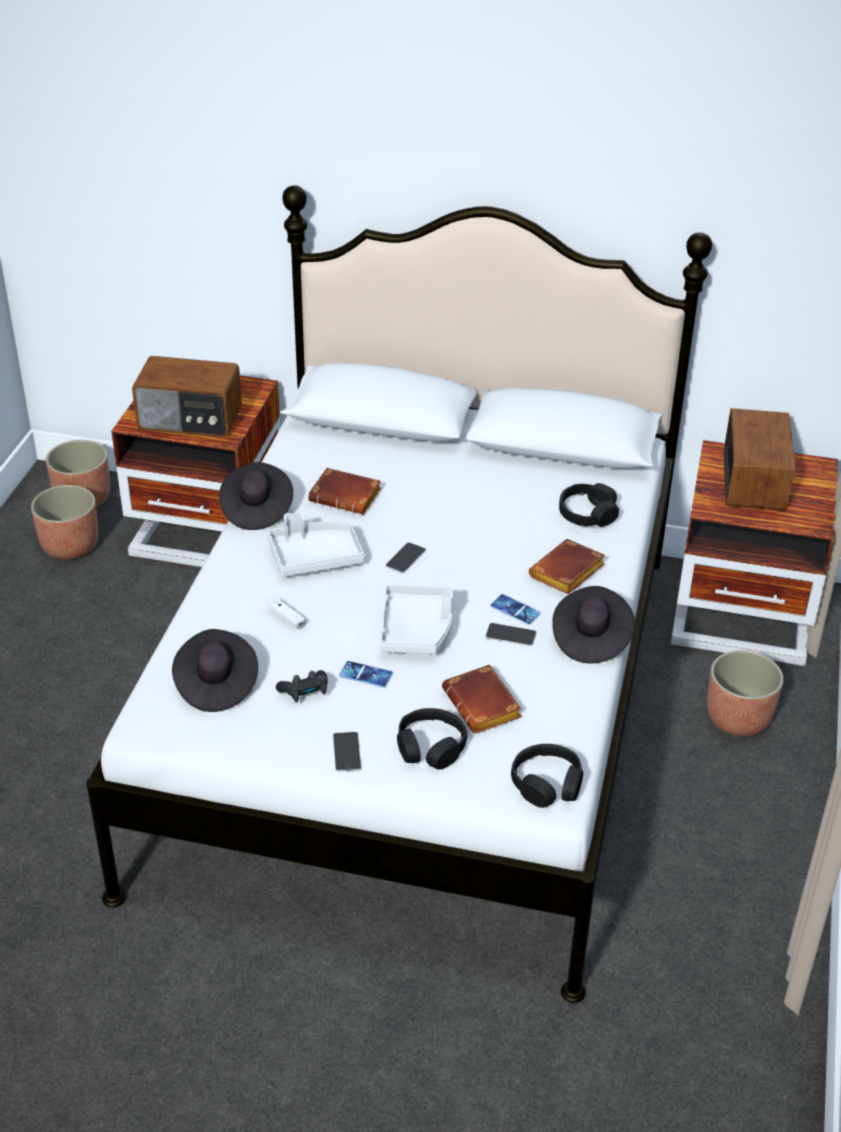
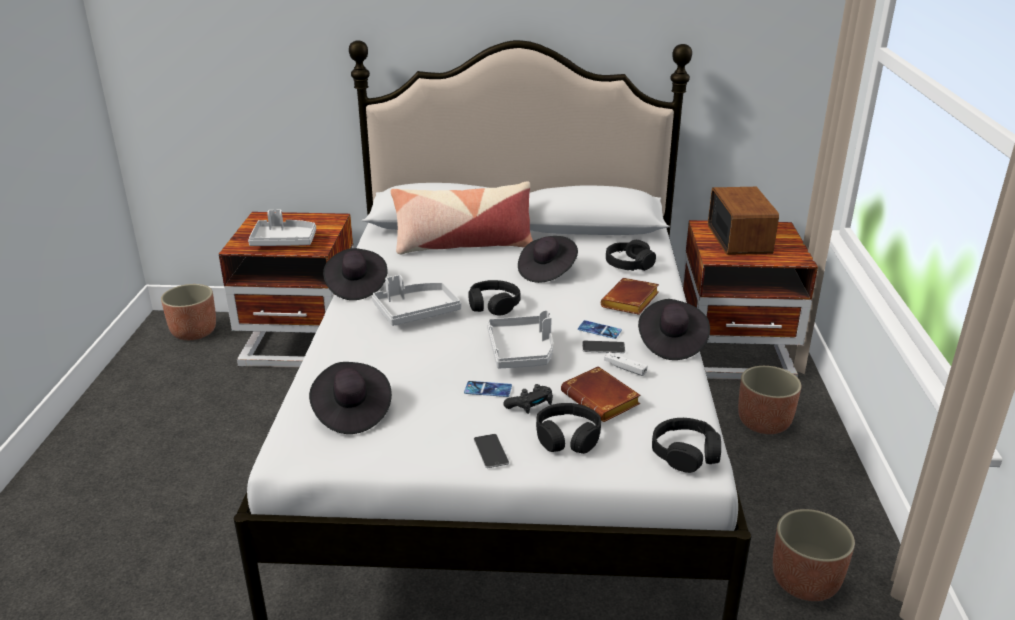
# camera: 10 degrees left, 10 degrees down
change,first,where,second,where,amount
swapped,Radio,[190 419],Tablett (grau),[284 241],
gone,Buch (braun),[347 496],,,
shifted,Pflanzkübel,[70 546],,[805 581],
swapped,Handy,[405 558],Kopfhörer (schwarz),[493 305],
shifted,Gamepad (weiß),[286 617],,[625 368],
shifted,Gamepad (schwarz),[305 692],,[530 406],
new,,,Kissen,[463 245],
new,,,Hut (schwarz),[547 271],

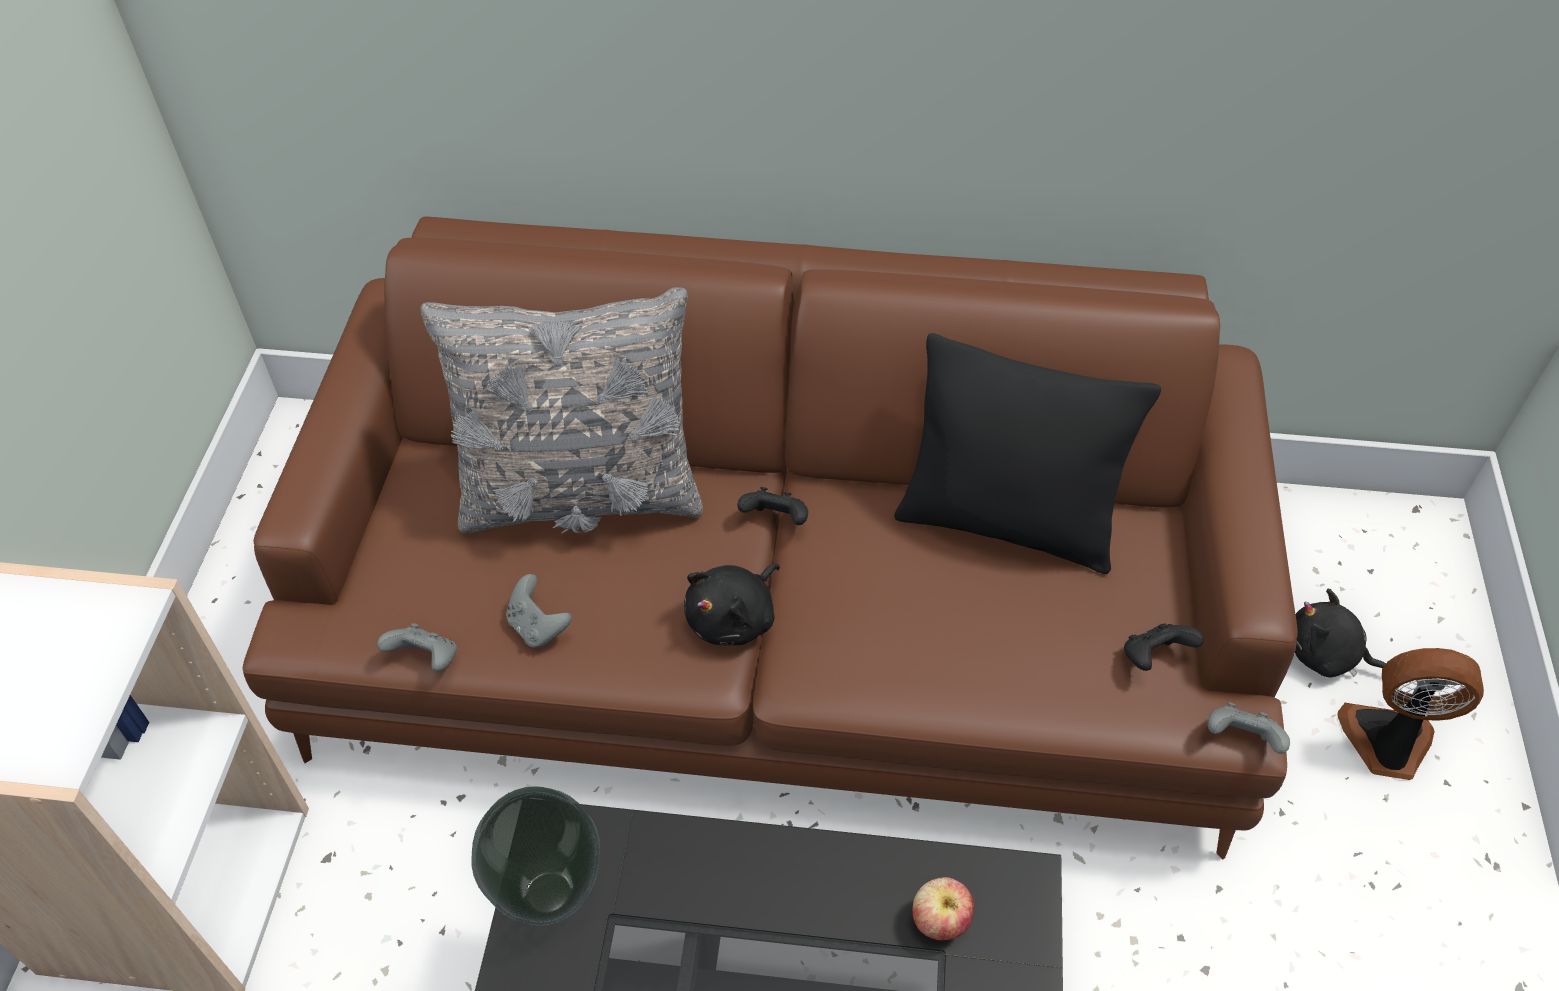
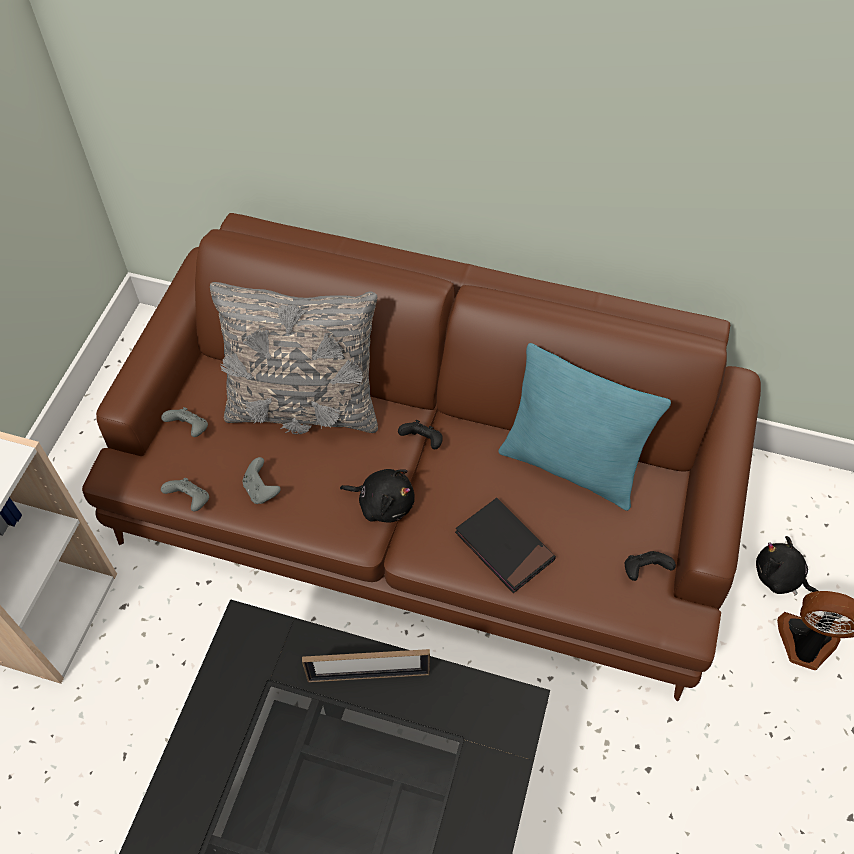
# camera: 10 degrees right, 5 degrees up
change,first,where,second,where,amount
repainted,Kissen (schwarz),[1006 523],Kissen (türkis),[570 466],
rotated,Plüschtier (schwarz),[734 618],,[383 503],120 degrees counterclockwise
shifted,Gamepad (grau),[1241 739],,[190 429],
gone,Vase,[547 892],,,
gone,Apfel,[940 921],,,
new,,,Buch (schwarz),[504 547],
new,,,Bilderrahmen,[368 676],

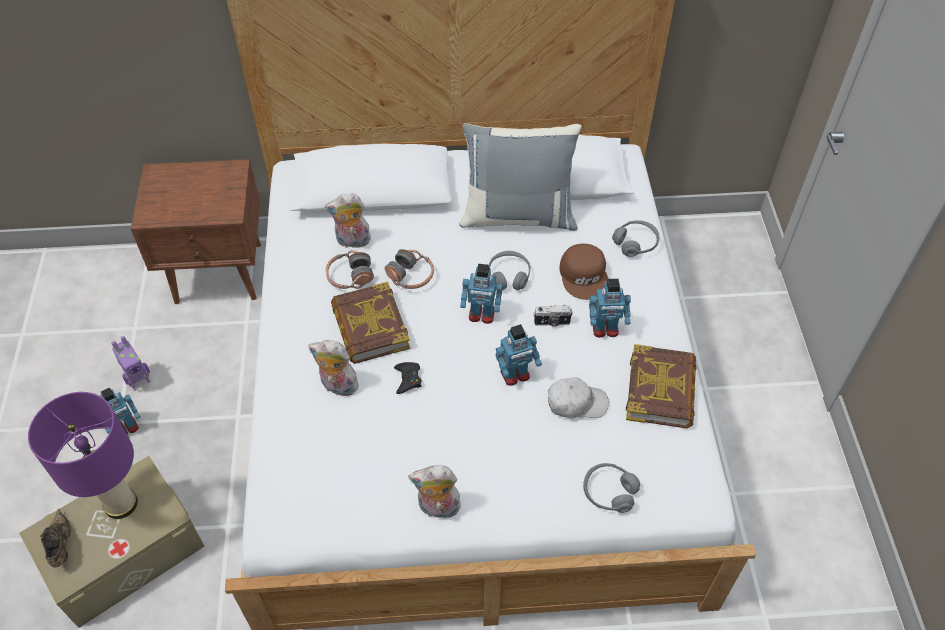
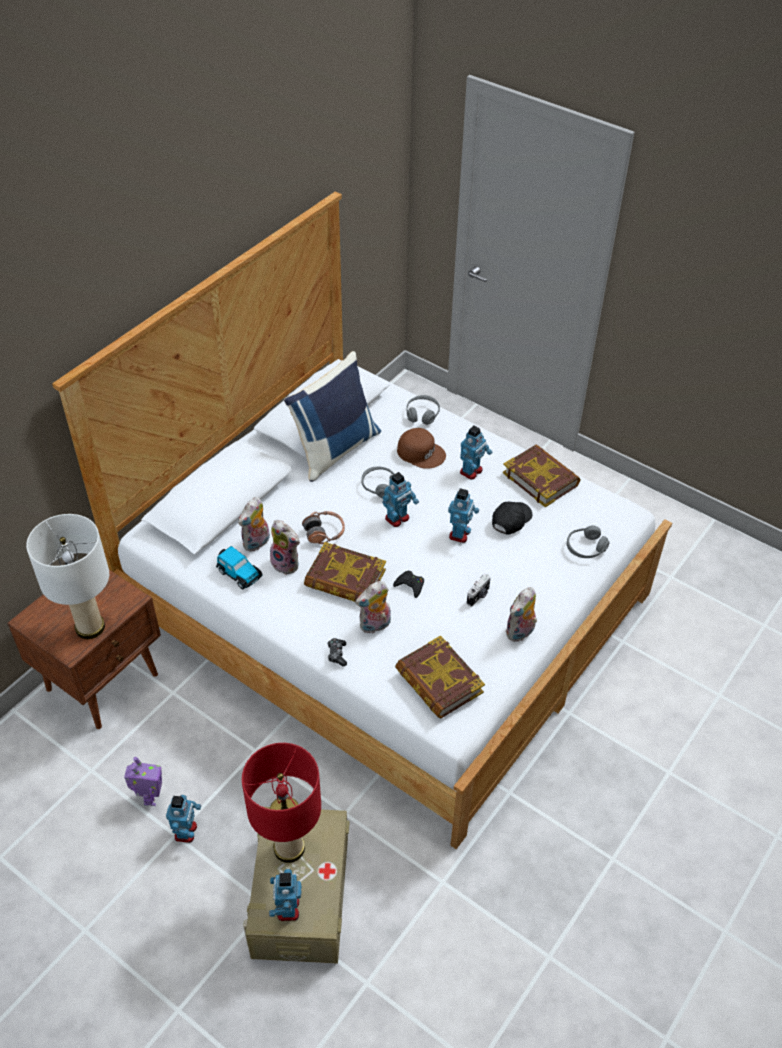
# camera: 50 degrees left, 5 degrees down
change,first,where,second,where,amount
repainted,Kissen (grau),[518 215],Kissen (blau),[335 449],
swapped,Kopfhörer,[350 276],Plüschtier,[287 563],
shifted,Kamera,[552 323],,[478 596],
repainted,Kappe (weiß),[576 403],Kappe (schwarz),[511 520],
repainted,Tischlampe (lila),[121 504],Tischlampe (rot),[289 848],
swapped,Schuh (braun),[61 545],Spielzeugroboter,[287 908],
new,,,Tischlampe (weiß),[90 627],
new,,,Spielzeugauto,[239 573],
new,,,Buch,[438 682],
new,,,Gamepad,[337 654],

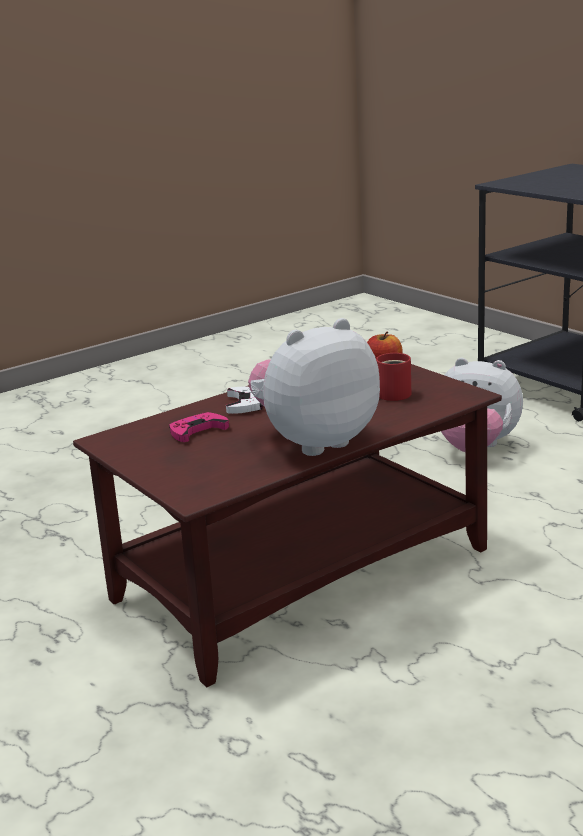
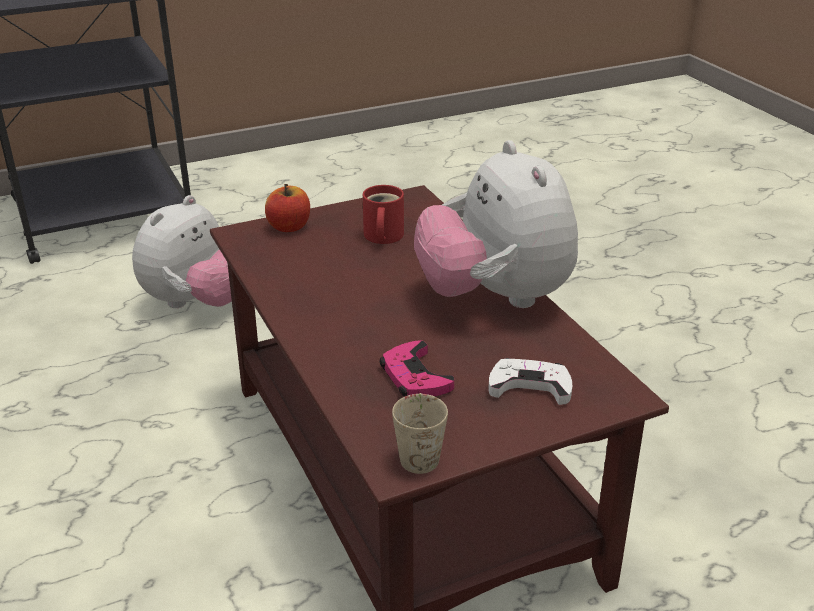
# camera: 80 degrees left, 10 degrees up
change,first,where,second,where,amount
shifted,Gamepad (weiß),[245 404],,[530 386],
new,,,Henkelbecher (beige),[419 451],

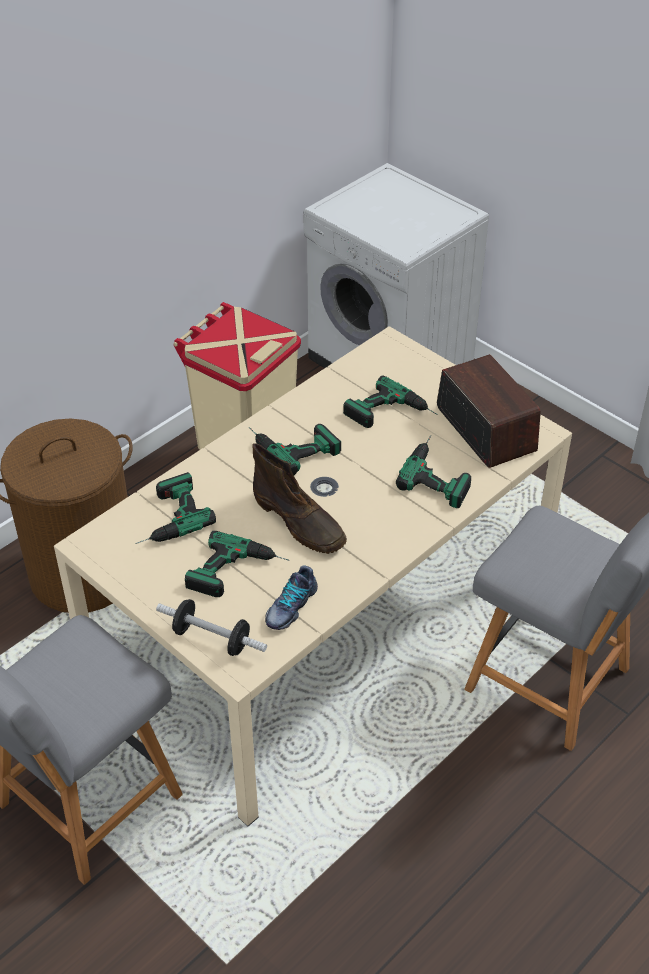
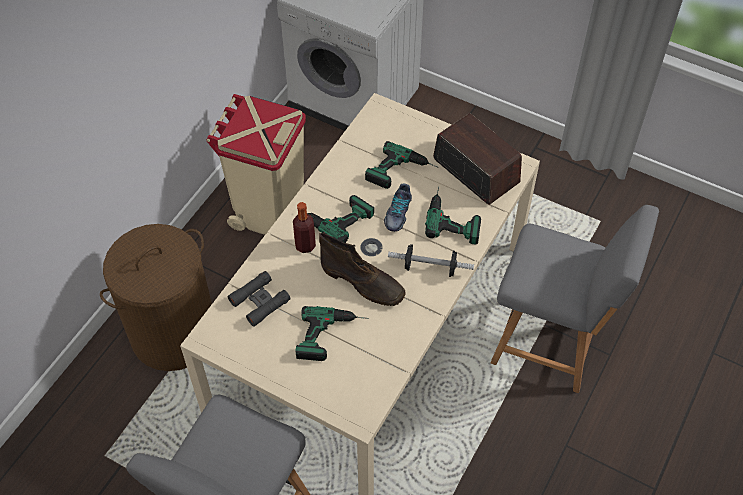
# camera: 15 degrees left, 10 degrees up
change,first,where,second,where,amount
swapped,Bohrmaschine,[166 518],Fernglas (schwarz),[259 301],
shifted,Schuh,[290 606],,[397 213],
shifted,Hantel,[212 639],,[430 268],
new,,,Flasche,[305 245],

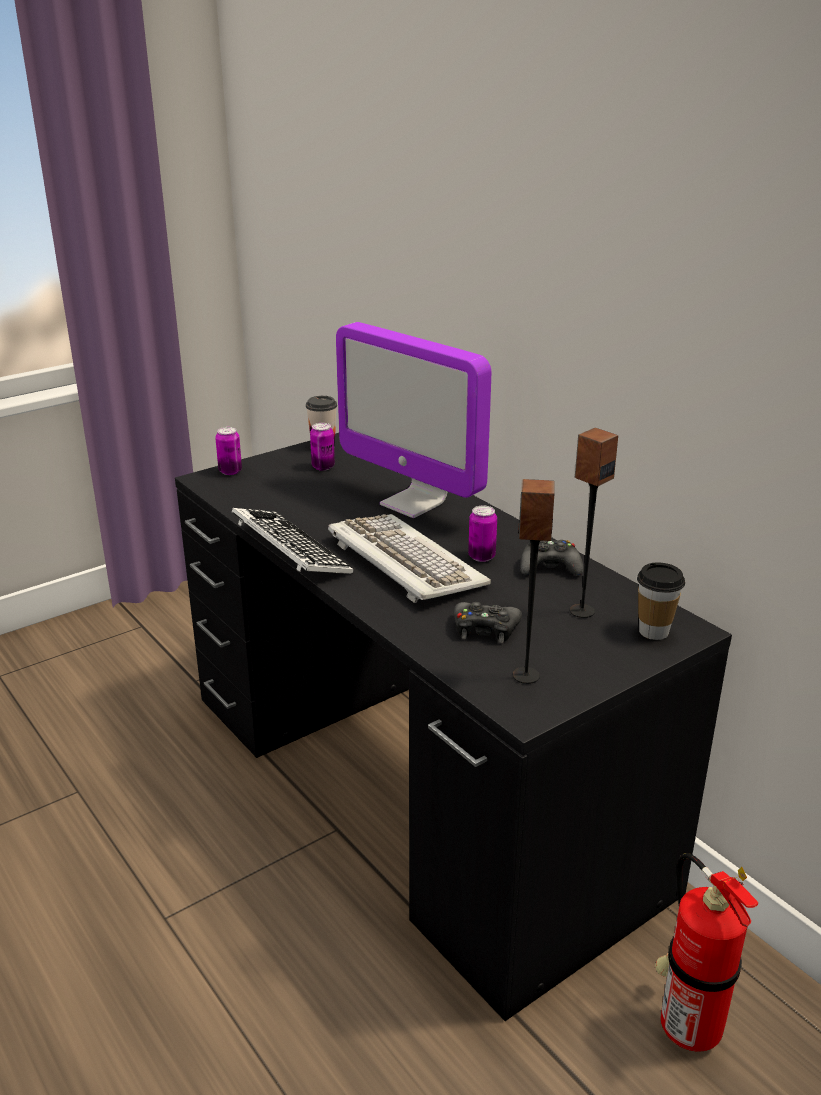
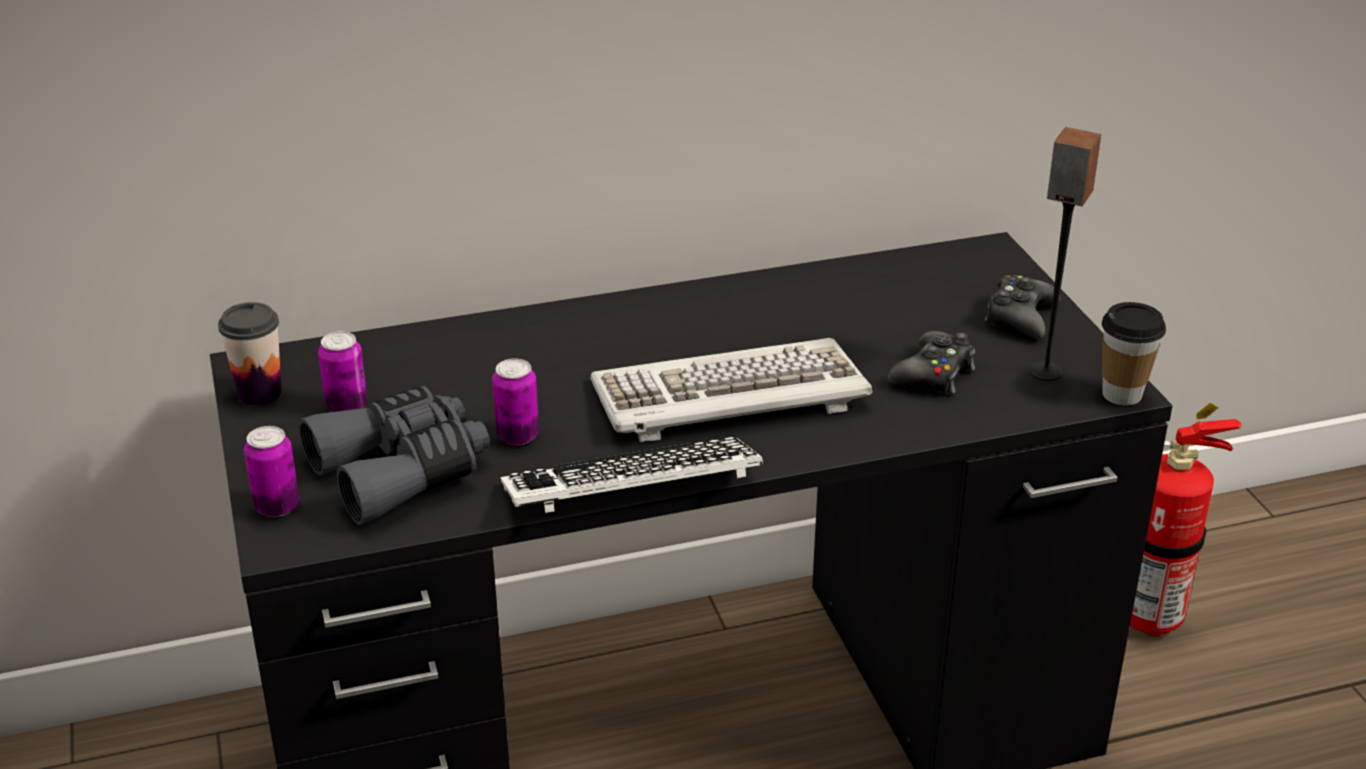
# camera: 70 degrees left, 5 degrees up
change,first,where,second,where,amount
gone,Monitor,[413 503],,,
gone,Lautsprecher,[581 611],,,
shifted,Dose,[481 556],,[517 436],
shifted,Gamepad (schwarz),[550 567],,[1020 317],
shifted,Tasse,[654 631],,[1122 394],
new,,,Fernglas (grau),[402 471],

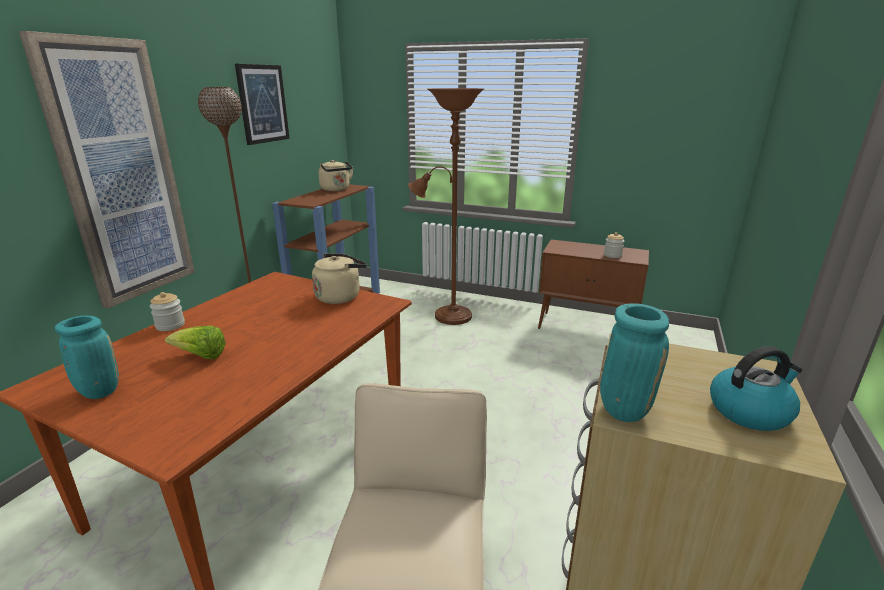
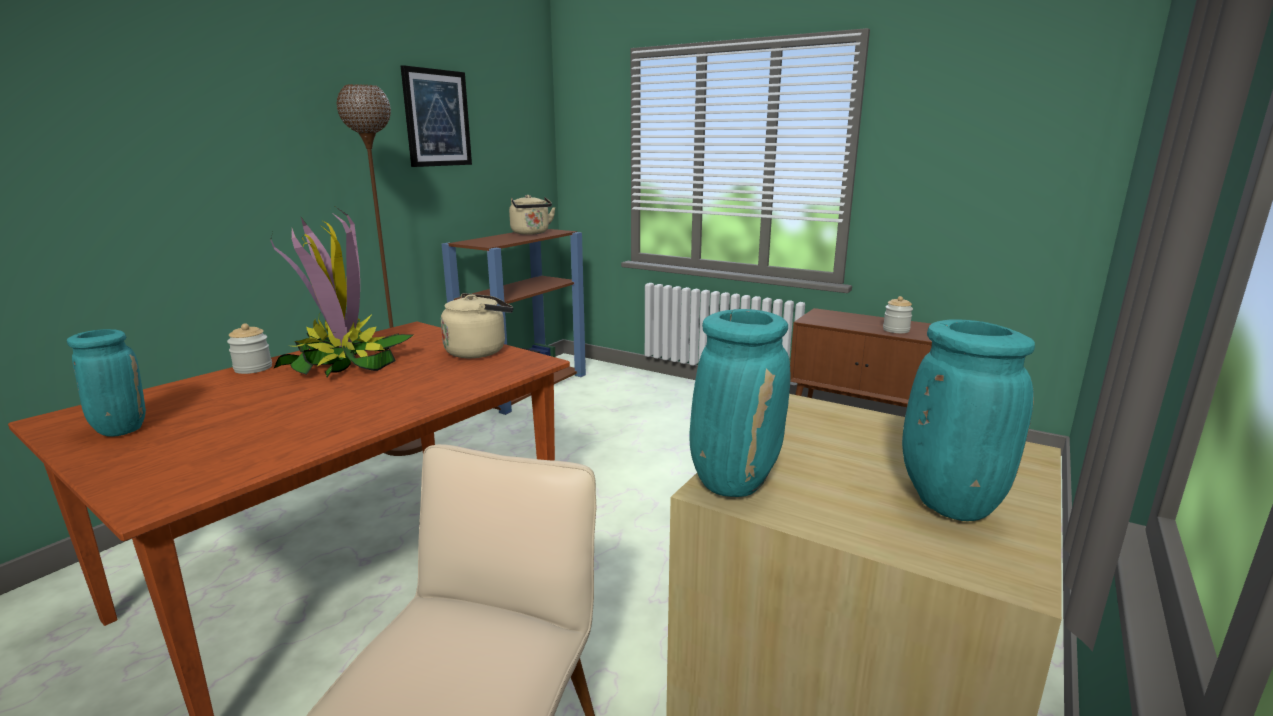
# camera: 10 degrees right, 5 degrees down
change,first,where,second,where,amount
gone,Bild,[120 174],,,
gone,Stehlampe (braun),[448 316],,,
gone,Salatkopf,[201 356],,,
swapped,Wasserkessel,[749 411],Vase (türkis),[946 502],
new,,,Topfpflanze,[345 363],

